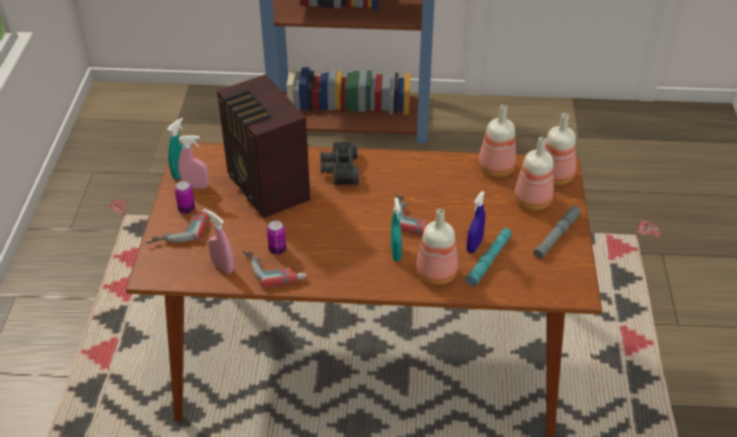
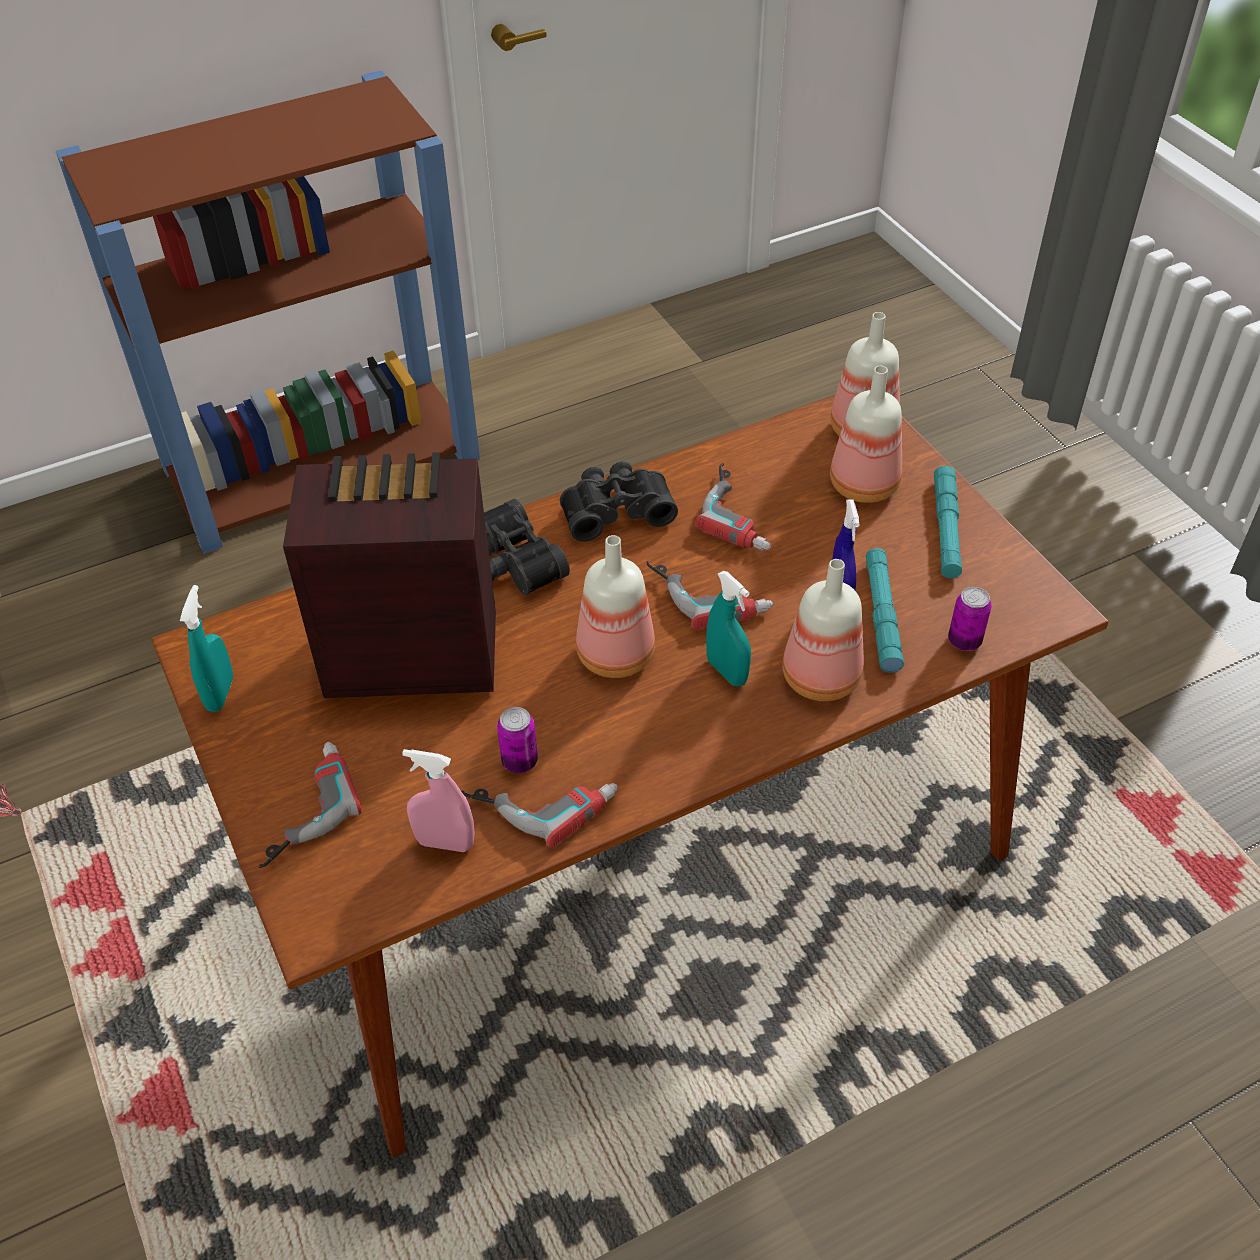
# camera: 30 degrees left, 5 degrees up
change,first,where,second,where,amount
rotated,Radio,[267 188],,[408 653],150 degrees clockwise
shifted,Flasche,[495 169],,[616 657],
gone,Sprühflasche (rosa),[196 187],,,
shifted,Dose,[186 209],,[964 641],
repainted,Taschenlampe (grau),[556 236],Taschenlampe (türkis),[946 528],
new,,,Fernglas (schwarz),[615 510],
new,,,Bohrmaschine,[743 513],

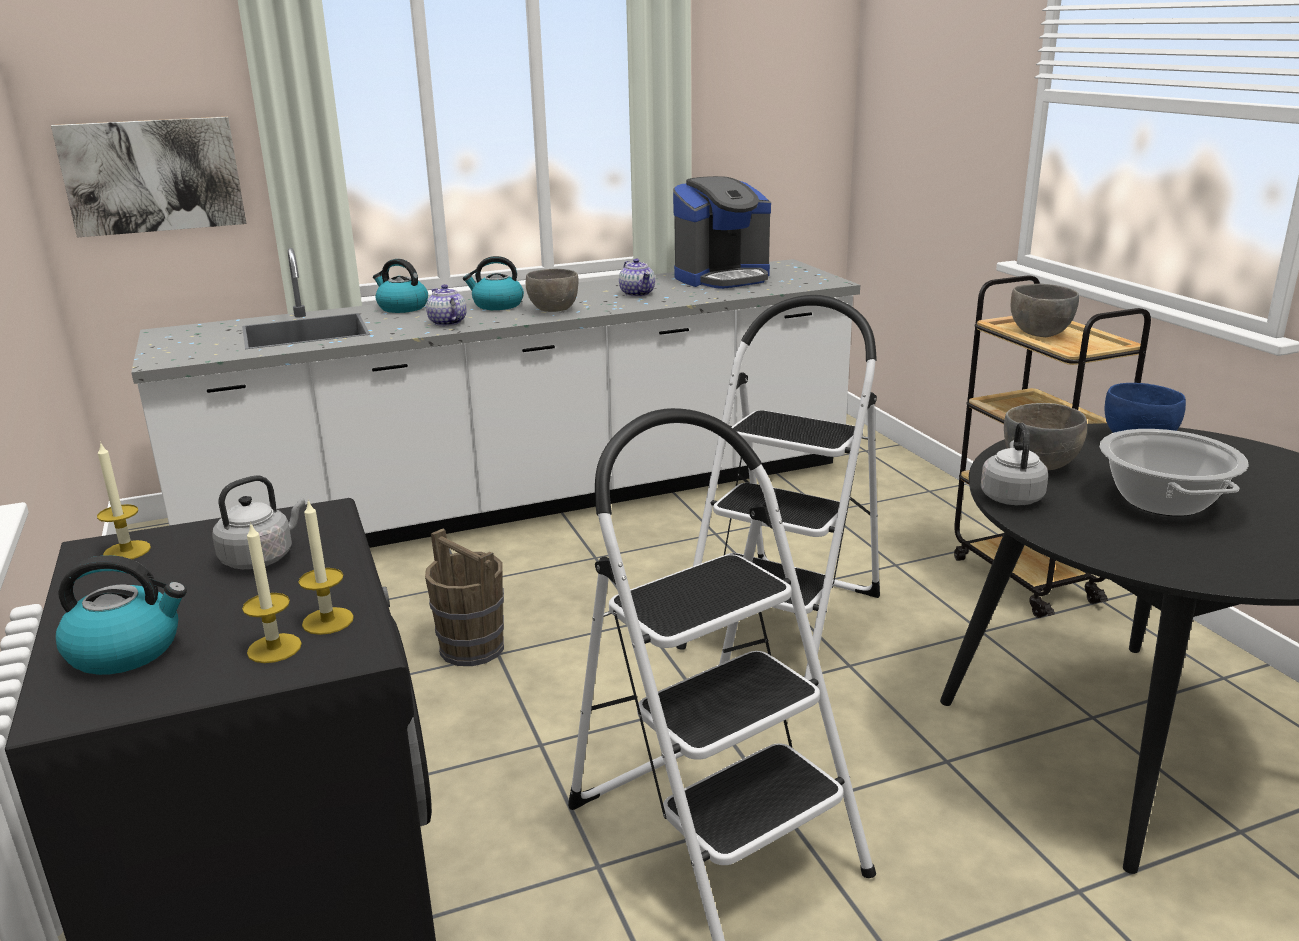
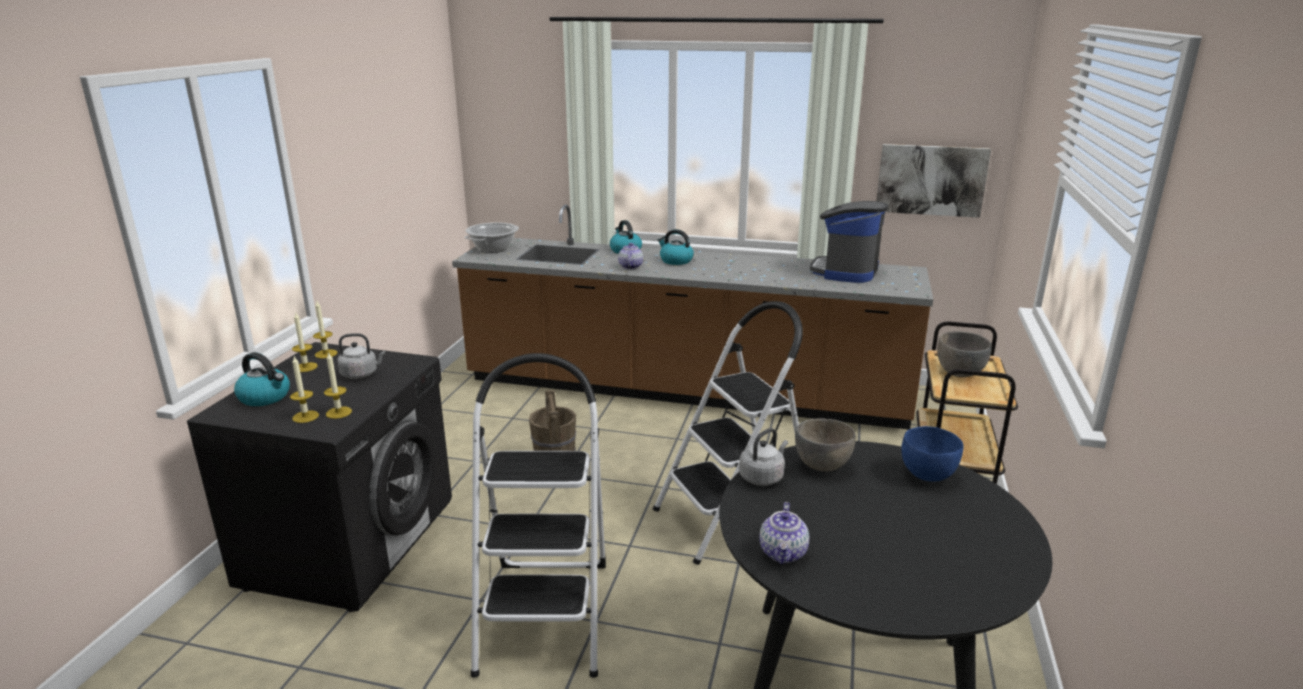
# camera: 35 degrees right, 0 degrees up
change,first,where,second,where,amount
shifted,Bild,[153 175],,[931 180],
rotated,Kaffeemaschine,[722 278],,[845 271],105 degrees clockwise
repainted,Küchenzeile (weiß),[532 501],Küchenzeile (braun),[684 391],
shifted,Teekanne,[638 294],,[783 553],
gone,Schüssel (grau),[553 310],,,
shifted,Kochtopf,[1162 501],,[493 249],
new,,,Kerze,[305 367],

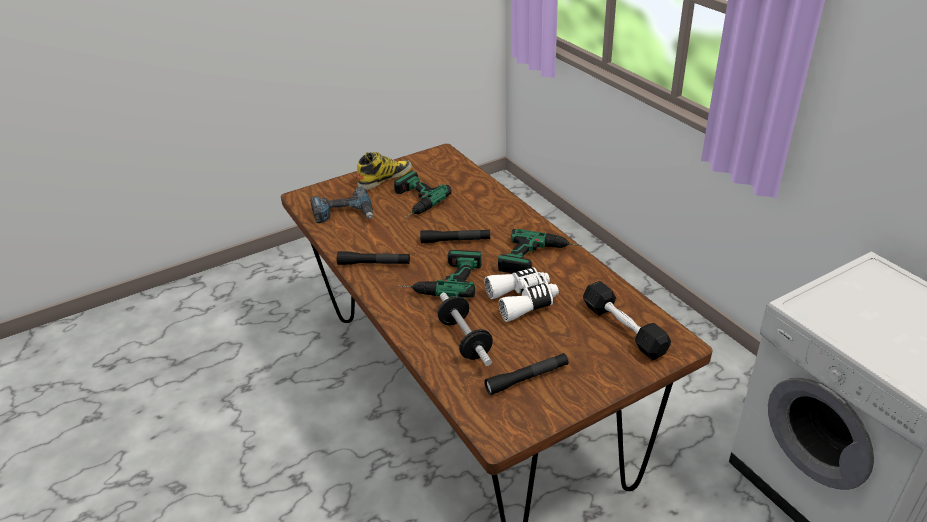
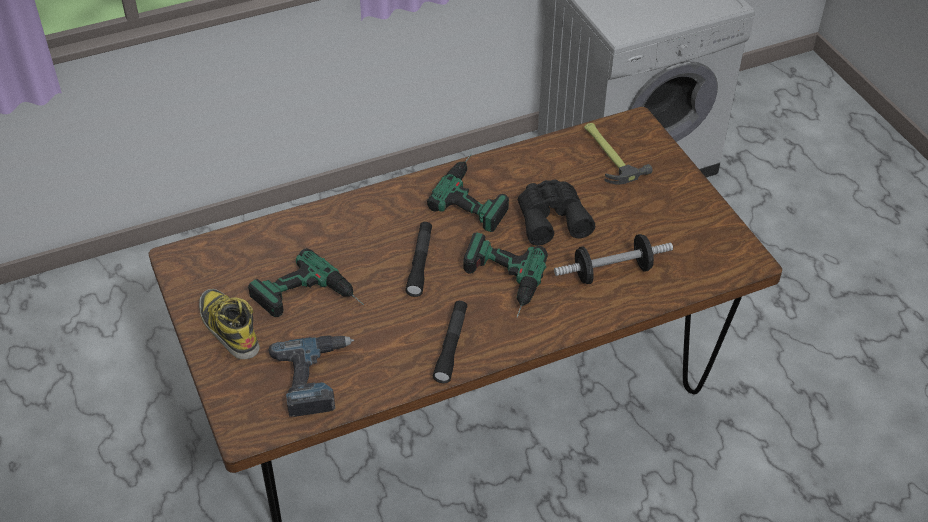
# camera: 85 degrees left, 10 degrees up
change,first,where,second,where,amount
repainted,Fernglas (weiß),[523 300],Fernglas (schwarz),[551 218],
swapped,Hantel (schwarz),[623 329],Hammer,[609 154],
gone,Taschenlampe (schwarz),[527 378],,,

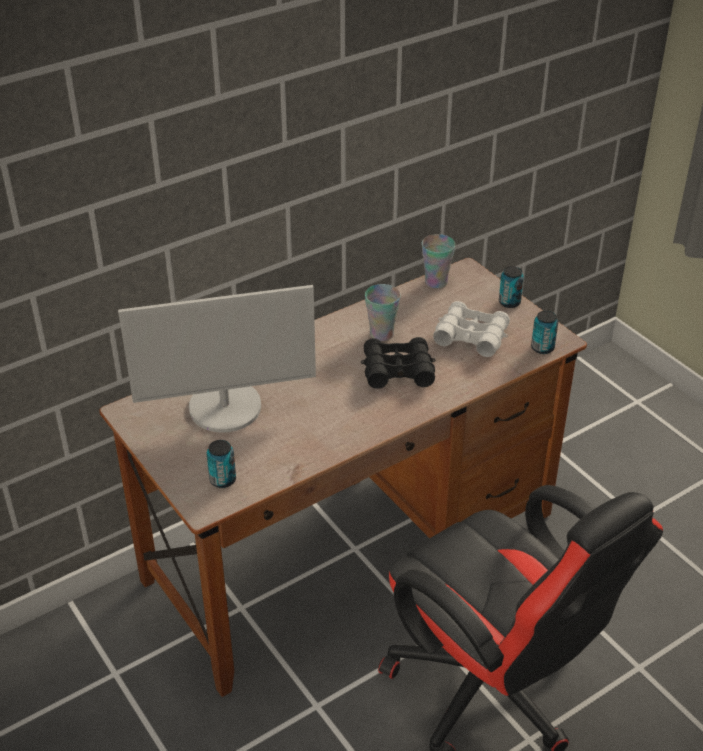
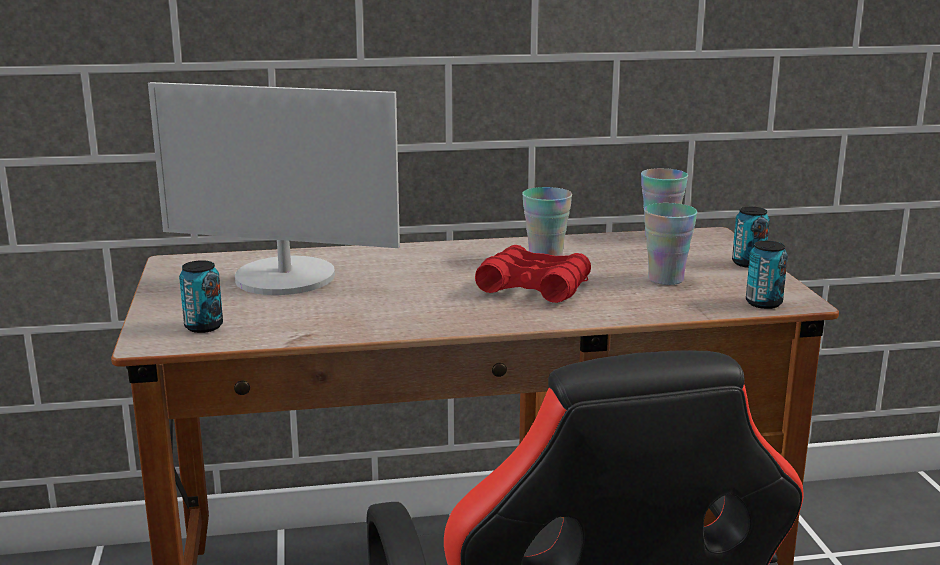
# camera: 25 degrees right, 20 degrees down
change,first,where,second,where,amount
swapped,Fernglas (weiß),[471 336],Tasse,[665 279],
repainted,Fernglas (schwarz),[397 370],Fernglas (rot),[534 287],

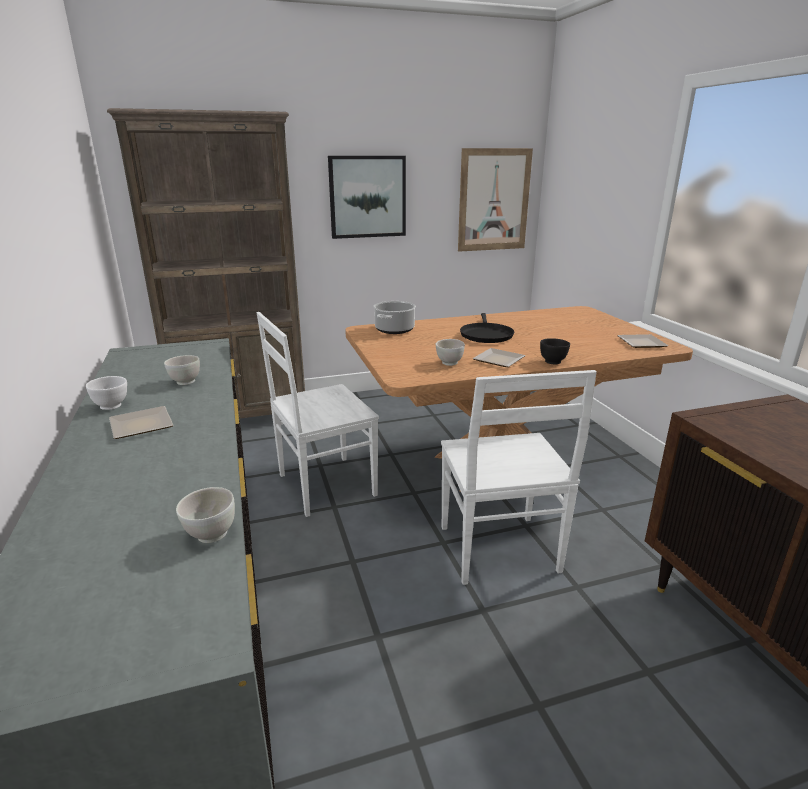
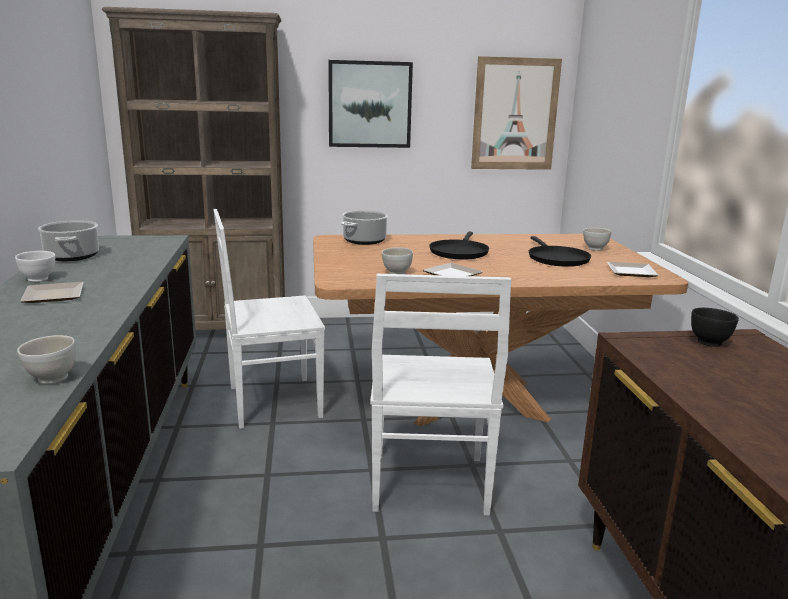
# camera: 10 degrees right, 5 degrees down
change,first,where,second,where,amount
shifted,Schüssel (schwarz),[553 362],,[709 342],
shifted,Schüssel (weiß),[185 382],,[594 249],
new,,,Kochtopf,[72 256],
new,,,Pfanne (schwarz),[556 259],

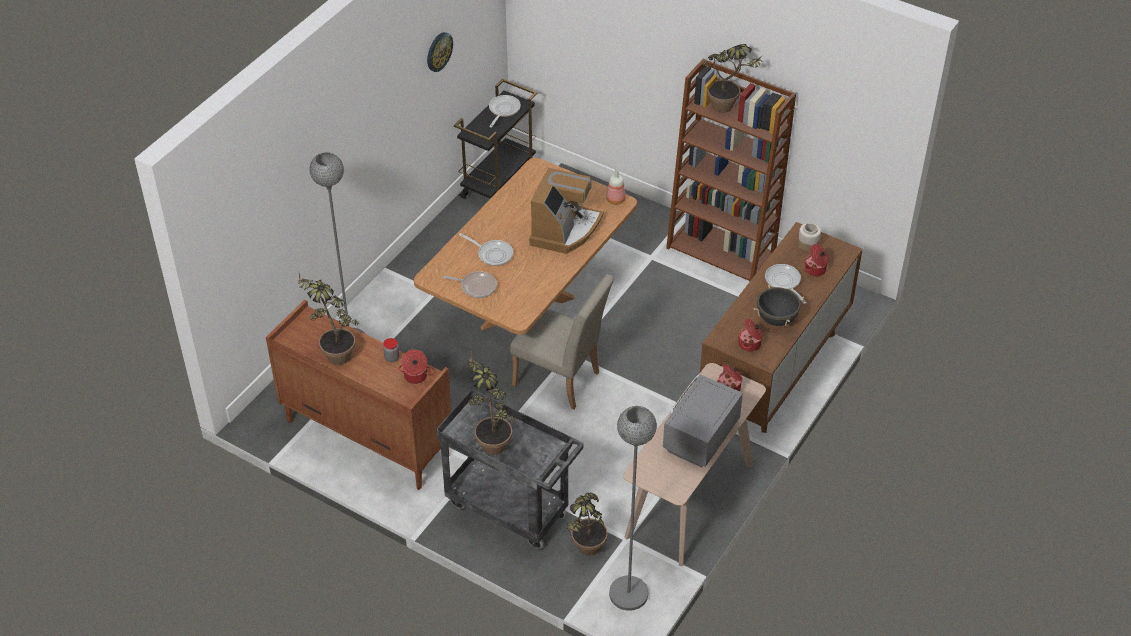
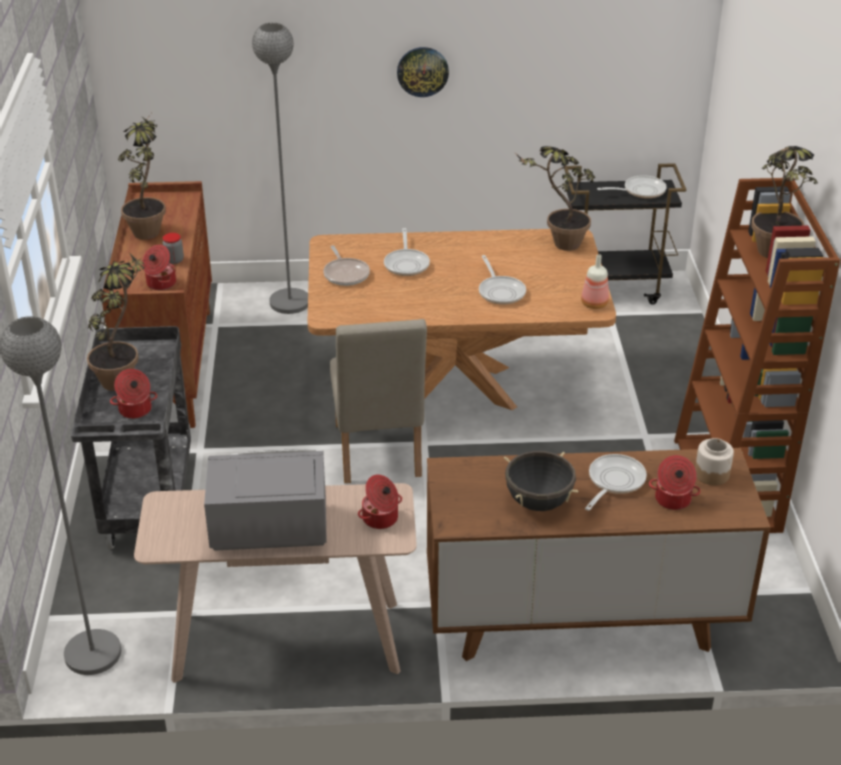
# camera: 55 degrees right, 10 degrees down
change,first,where,second,where,amount
shifted,Wanduhr,[439 51],,[422 71],
swapped,Kaffeemaschine,[564 230],Pfanne,[500 291],
shifted,Kochtopf,[750 344],,[135 410],
shifted,Topfpflanze,[585 553],,[557 245],

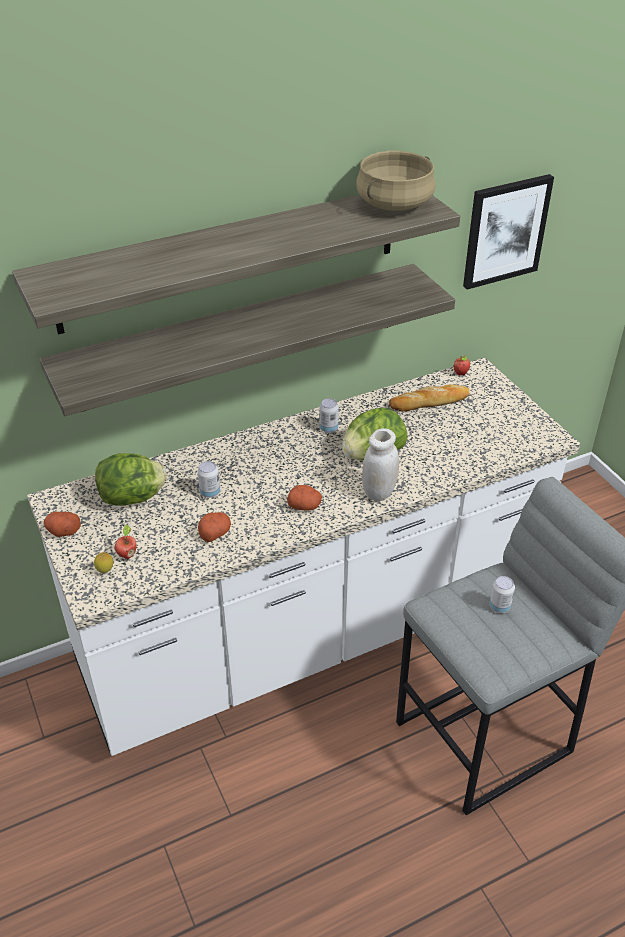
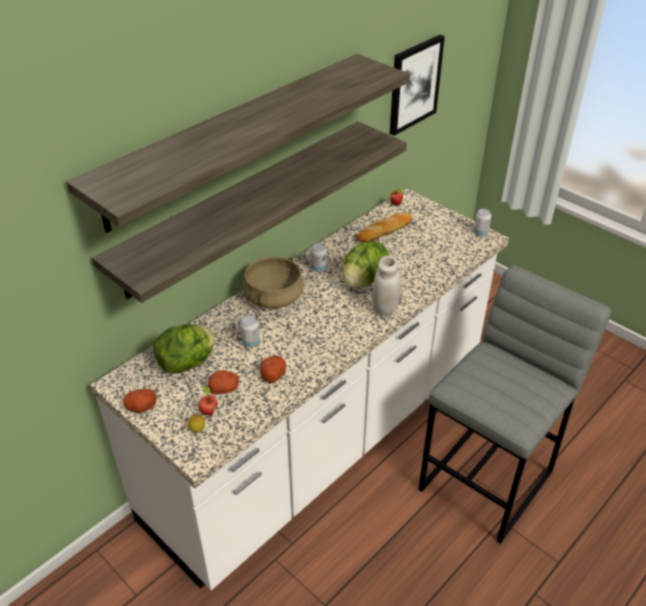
# camera: 20 degrees left, 0 degrees up
change,first,where,second,where,amount
shifted,Kochtopf (beige),[394 204],,[274 297],
shifted,Kartoffel,[305 505],,[224 388],
shifted,Dose,[499 607],,[480 233],

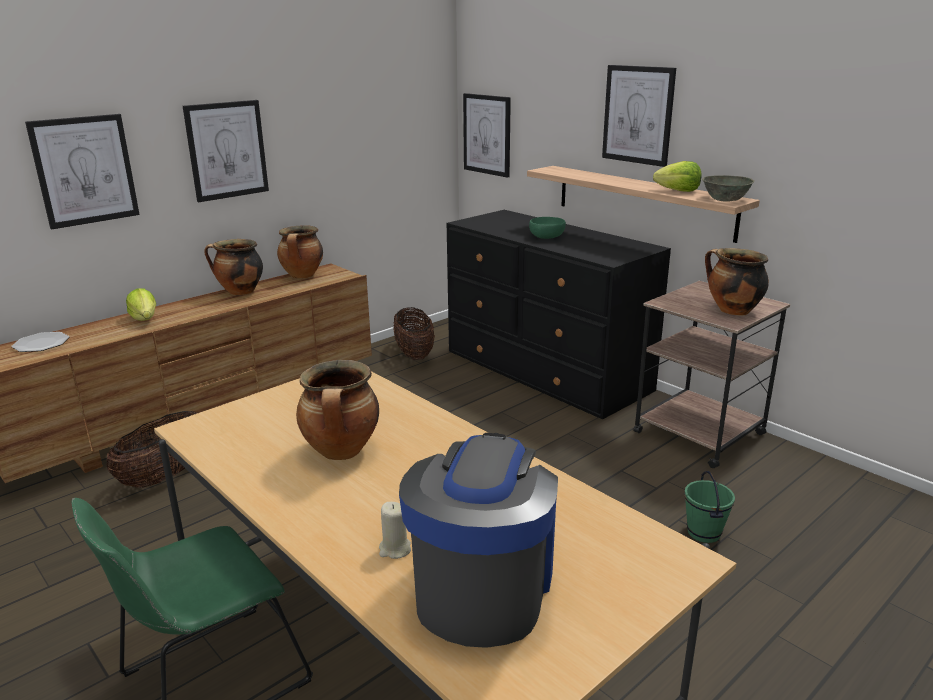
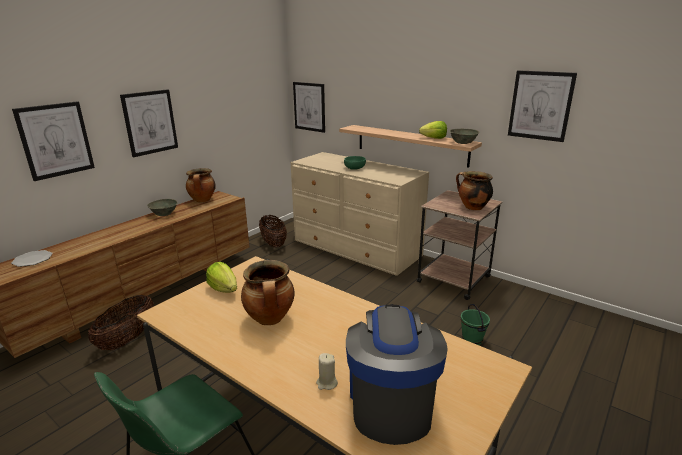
# camera: 10 degrees left, 0 degrees up
change,first,where,second,where,amount
shifted,Bild,[638 115],,[540 105],
repainted,Kommode (schwarz),[546 370],Kommode (beige),[356 248],
swapped,Kochtopf,[239 292],Schüssel (grau),[164 214],
shifted,Salatkopf,[145 319],,[224 289],

